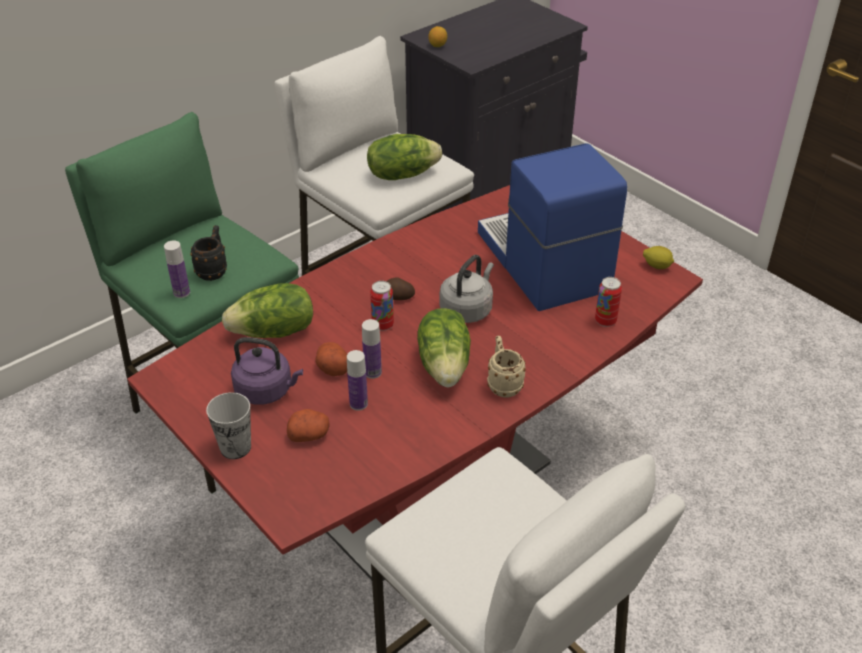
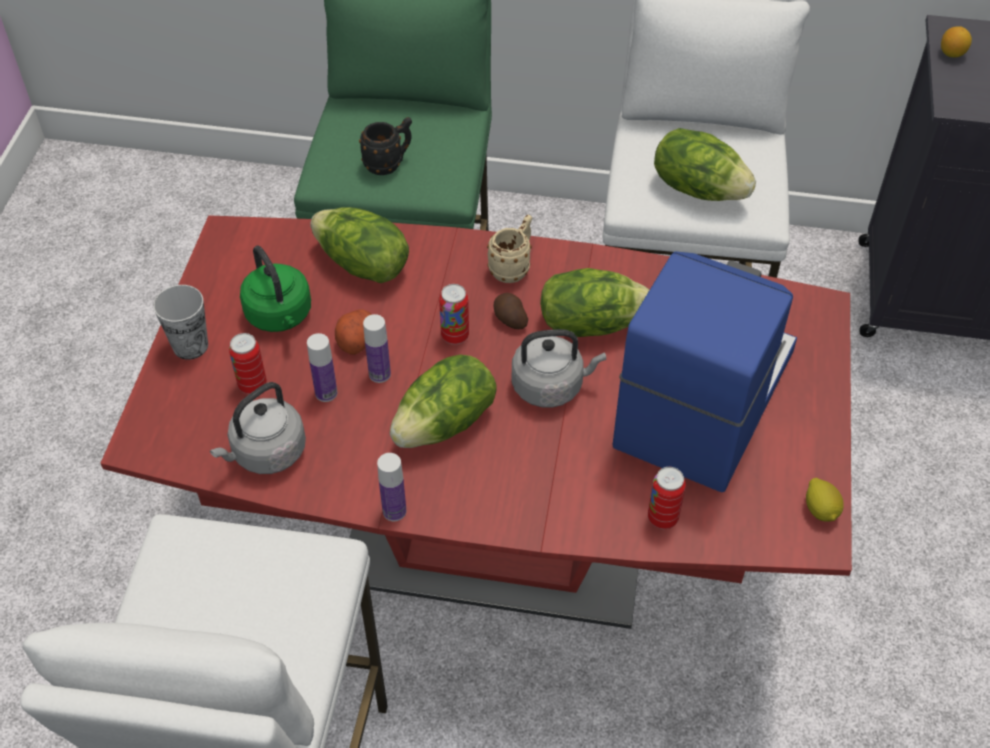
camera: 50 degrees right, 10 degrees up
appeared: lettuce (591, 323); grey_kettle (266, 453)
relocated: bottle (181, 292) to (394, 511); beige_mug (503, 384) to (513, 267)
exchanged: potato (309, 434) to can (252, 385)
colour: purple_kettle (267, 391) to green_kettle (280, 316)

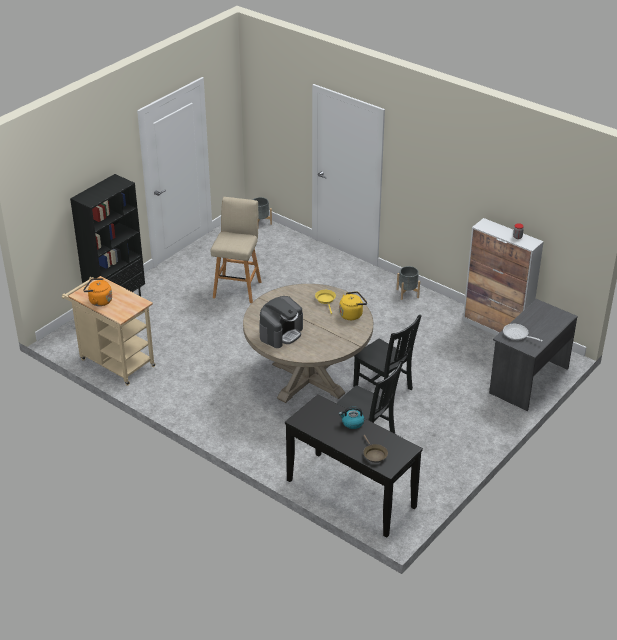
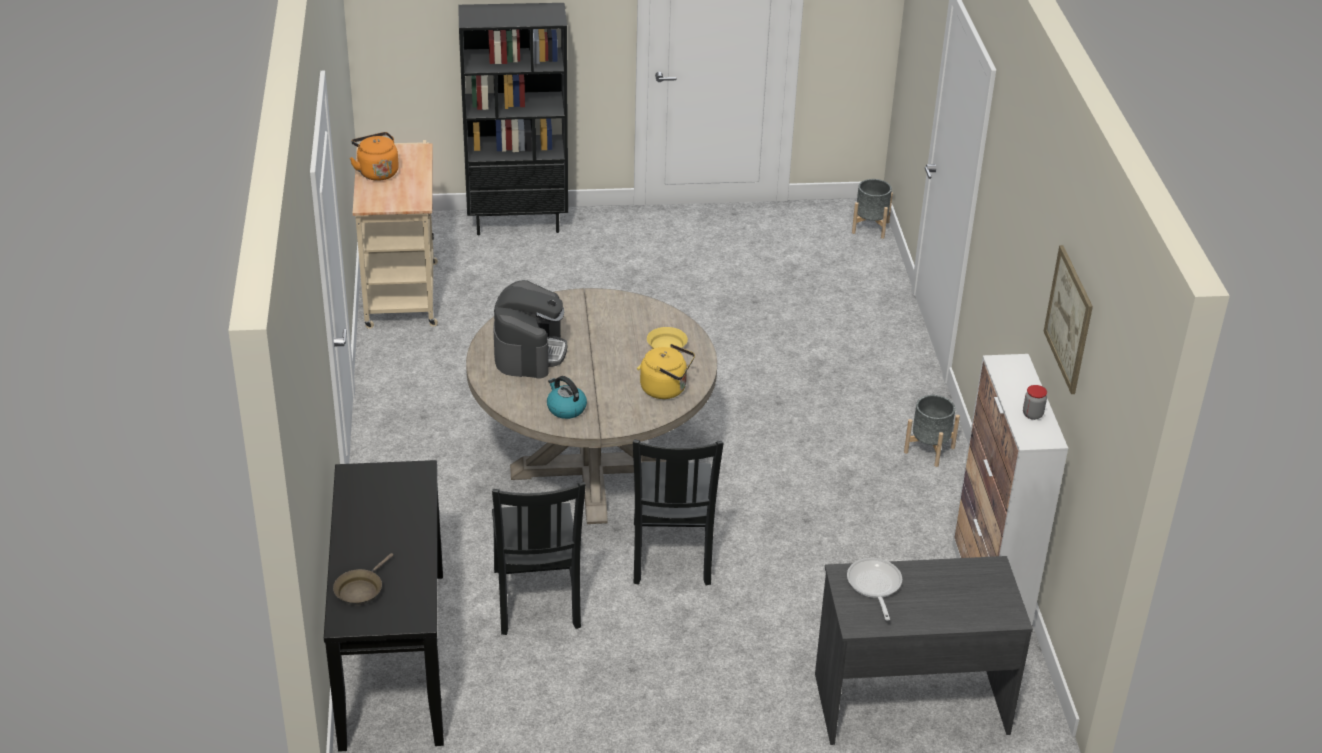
camera: 45 degrees right, 0 degrees up
missing: beige_stool (237, 288)
appeared: picture (1069, 319)
relocated: kettle (352, 423) to (565, 408)
spun: coffee_machine (281, 333) = (529, 351) 75 degrees counterclockwise

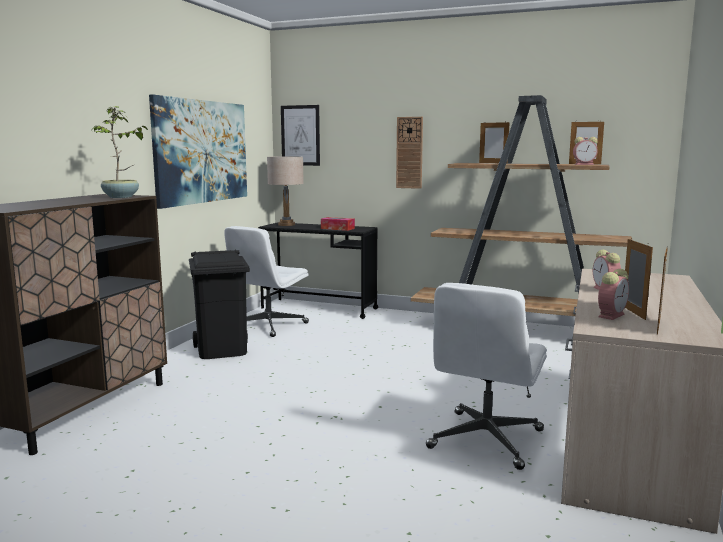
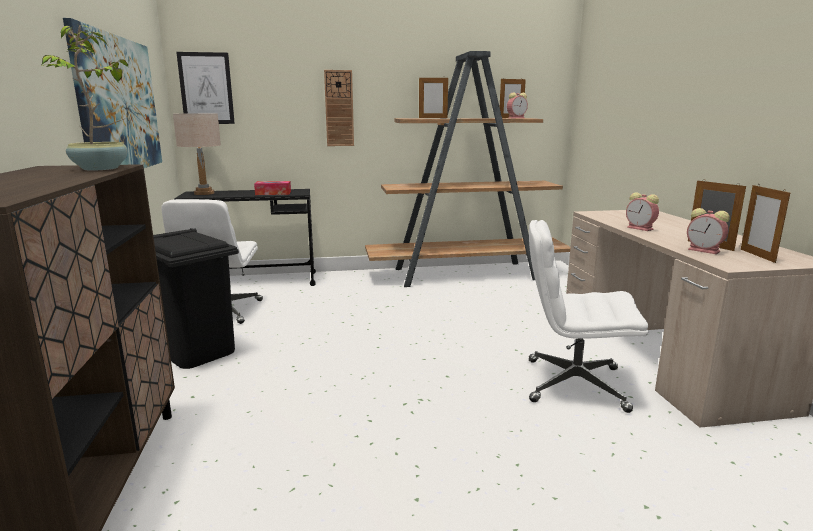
camera: 30 degrees left, 5 degrees up
spun: alarm_clock (611, 315) = (705, 250) 120 degrees clockwise; white_office_chair (486, 440) = (573, 384) 105 degrees clockwise

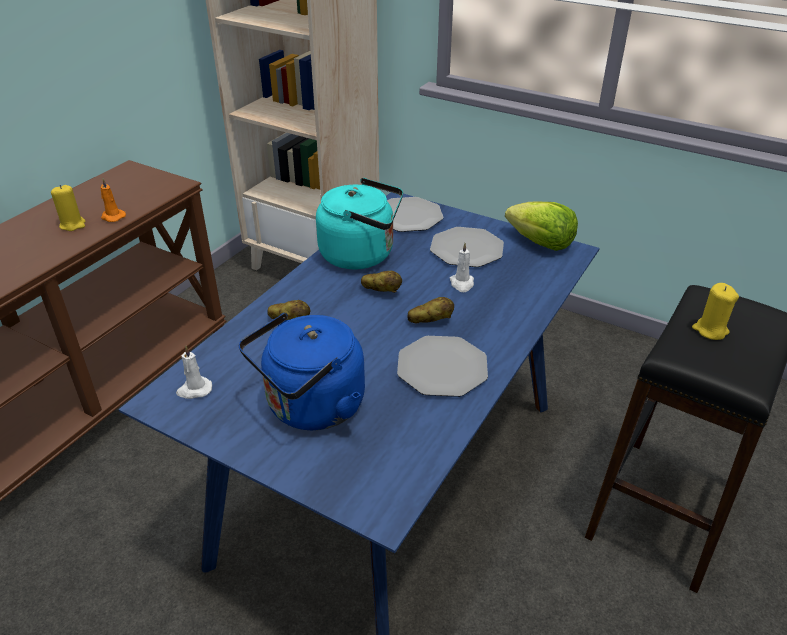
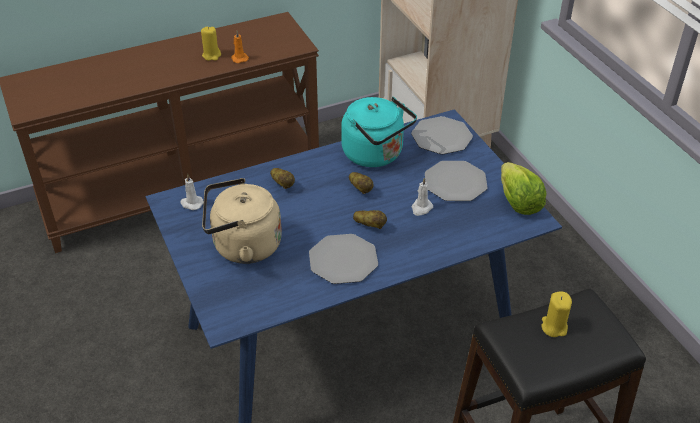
camera: 35 degrees right, 5 degrees up
colour: blue_kettle (311, 408) to beige_kettle (242, 246)

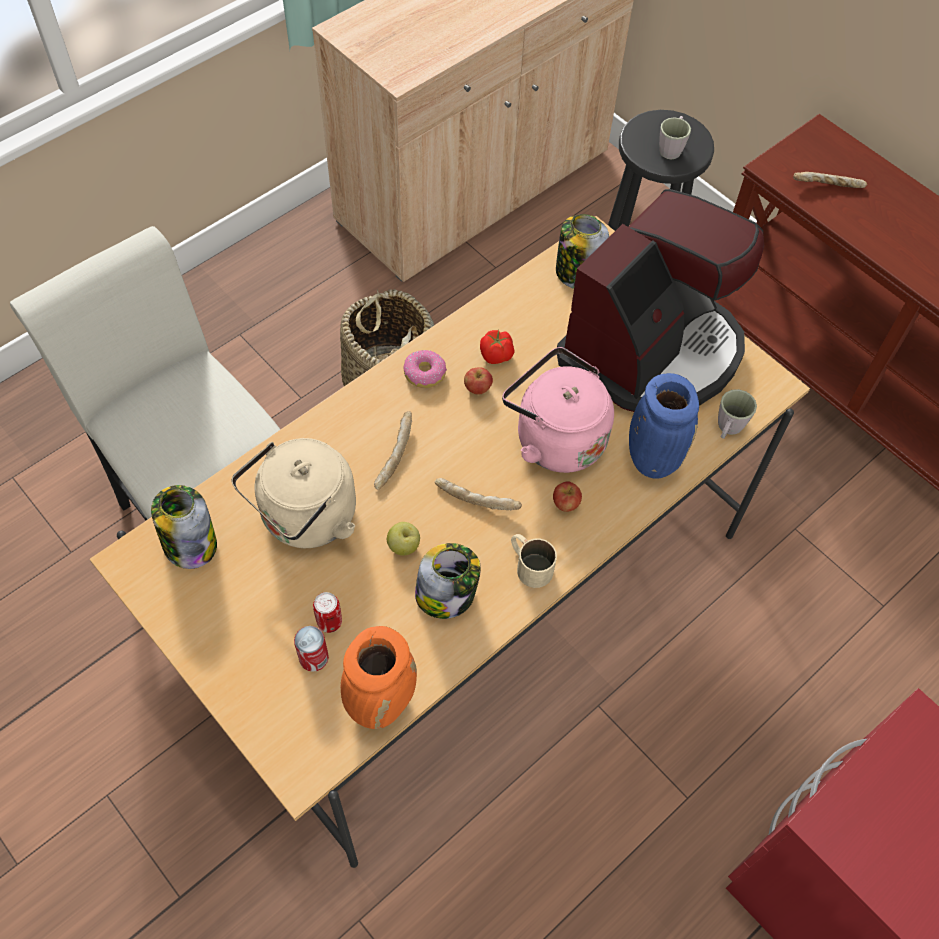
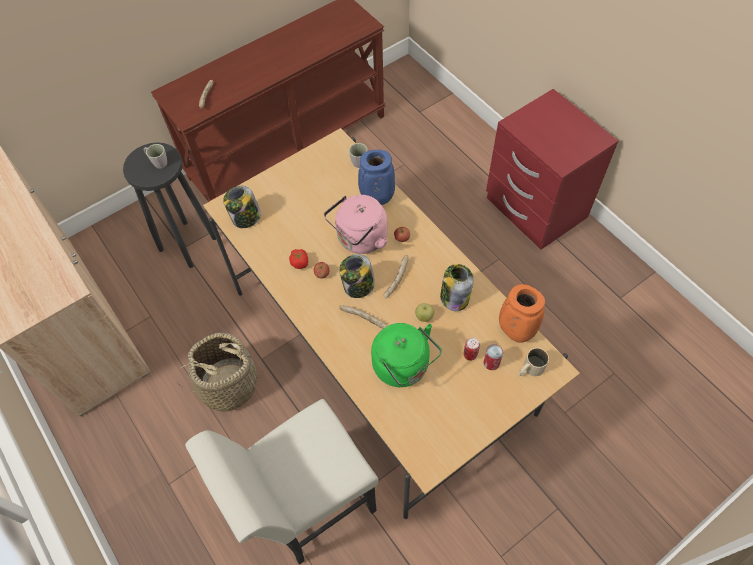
camera: 80 degrees left, 0 degrees up
missing: coffee_machine (652, 351); donut (425, 373)
relocated: jar (189, 544) to (358, 286); beige_mug (529, 564) to (530, 369)
colour: beige_kettle (305, 519) to green_kettle (404, 367)

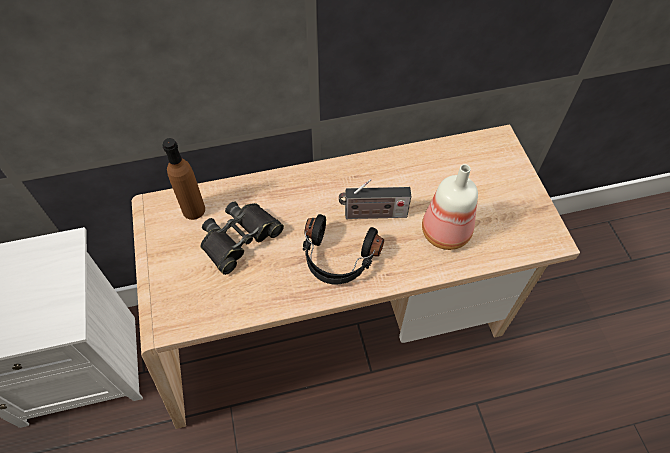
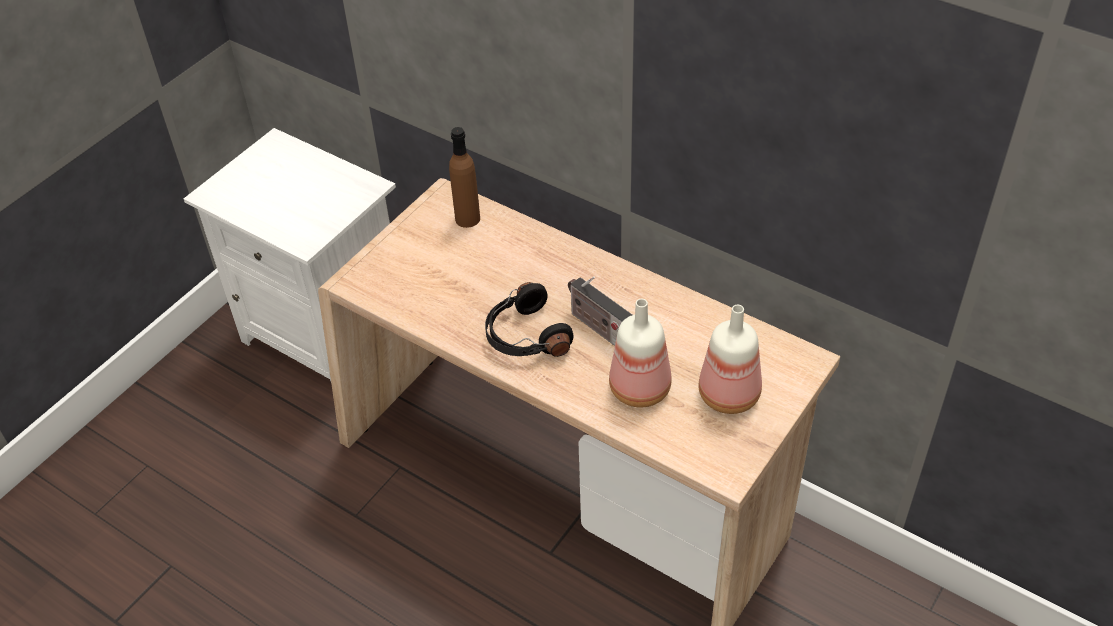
camera: 50 degrees right, 10 degrees down
missing: black_binoculars (239, 238)
appeared: bottle (730, 393)

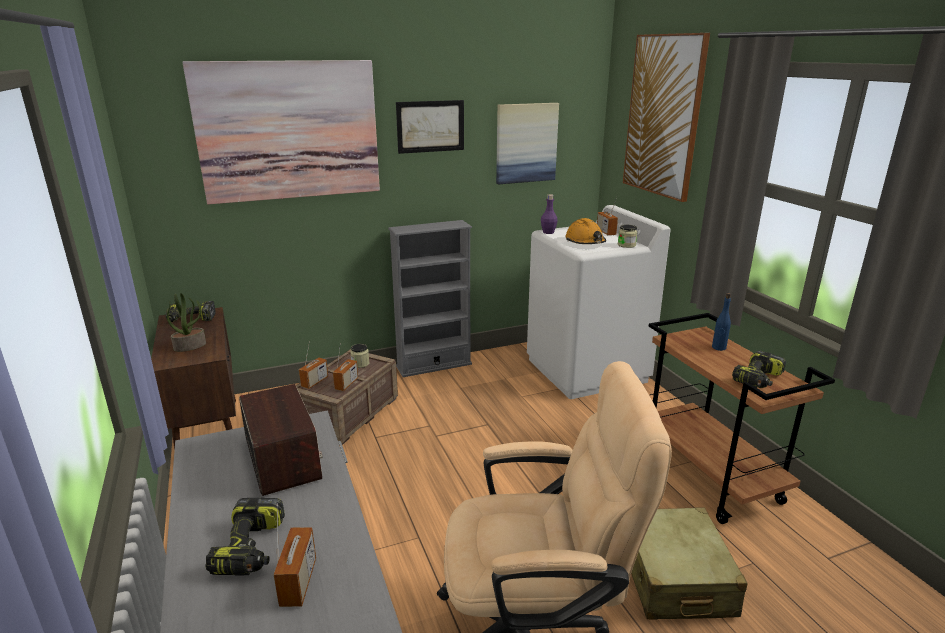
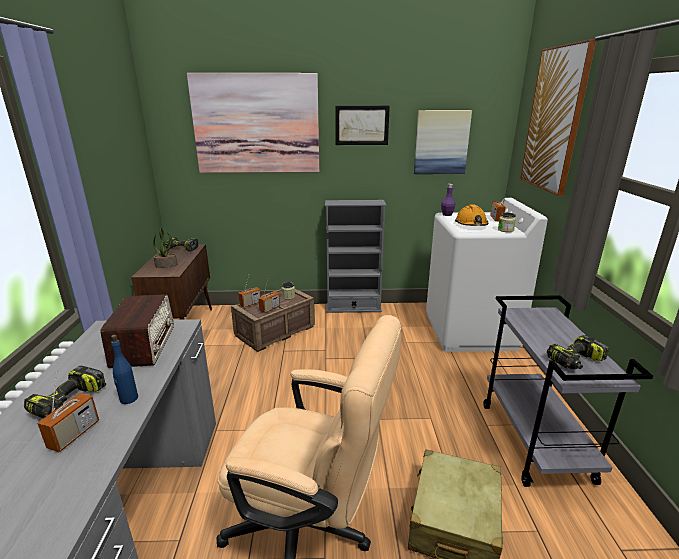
camera: 20 degrees right, 0 degrees up
relocated: blue_bottle (718, 347) to (128, 399)
colour: brown_cart (710, 477) to grey_cart (536, 442)

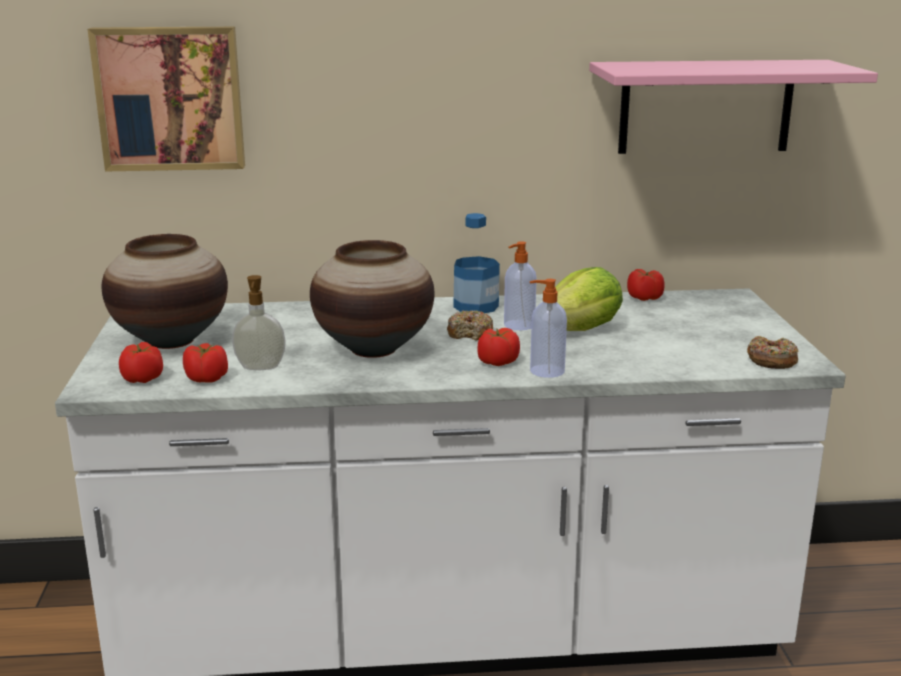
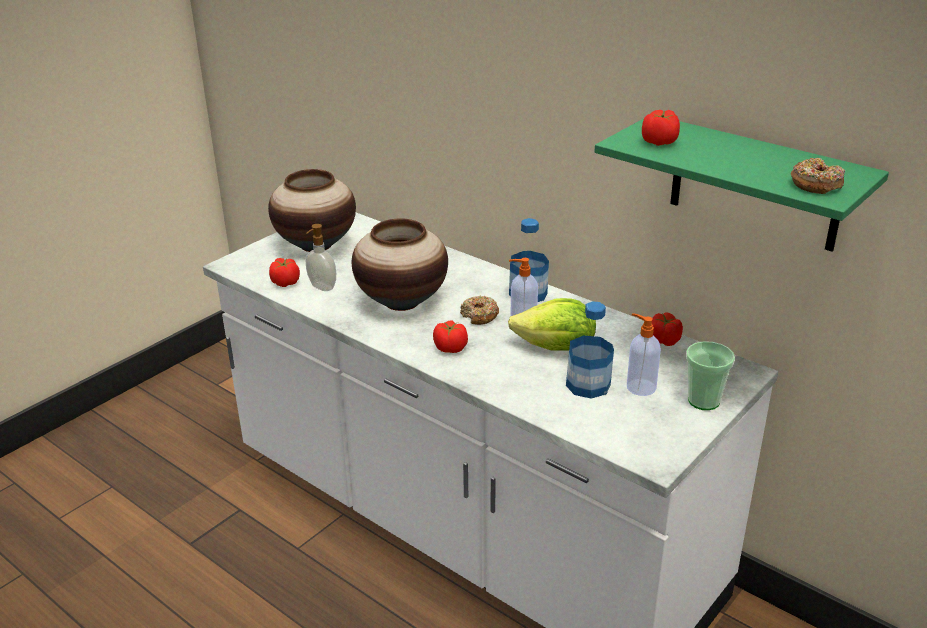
camera: 45 degrees right, 10 degrees up
missing: picture (170, 98)
appeared: bottle (588, 385); cup (703, 401)
relocated: soap_dispenser (545, 371) to (640, 387); donut (771, 360) to (815, 184); tomato (143, 378) to (659, 142)
colour: pink_shelf (706, 106) to green_shelf (755, 184)

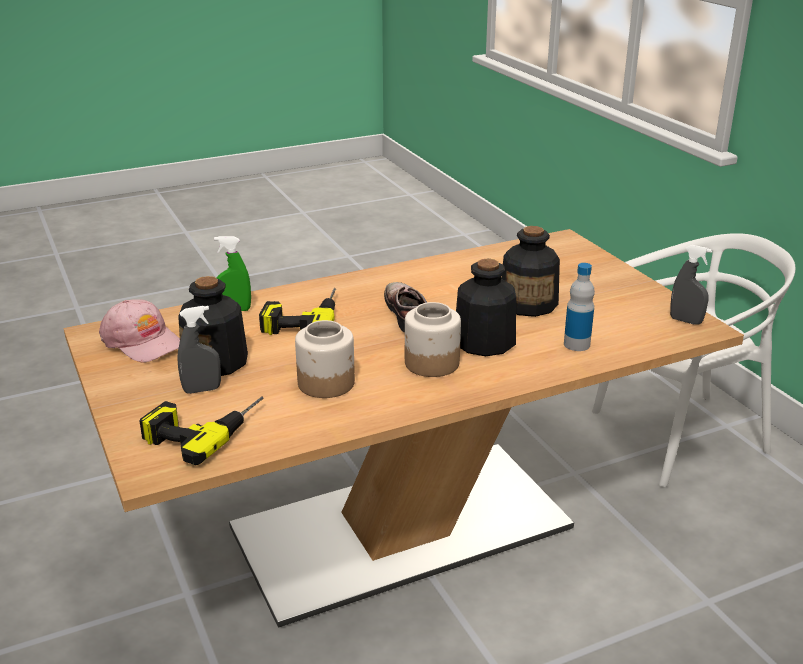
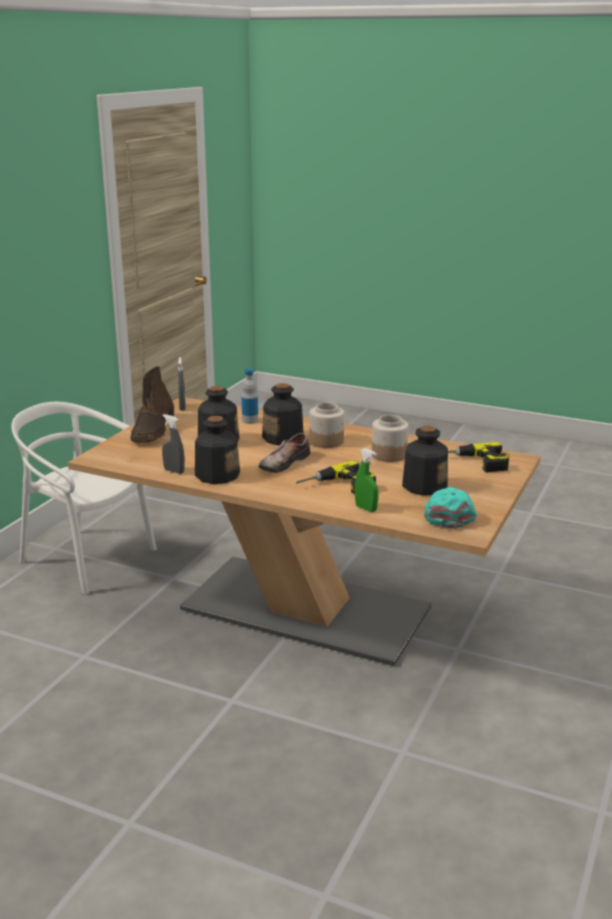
camera: 130 degrees left, 5 degrees down
appeared: brown_boot (153, 430); bottle (217, 475)
relocated: grey_spray_bottle (202, 390) to (174, 471)
colour: pink_cap (142, 341) to turquoise_cap (448, 515)

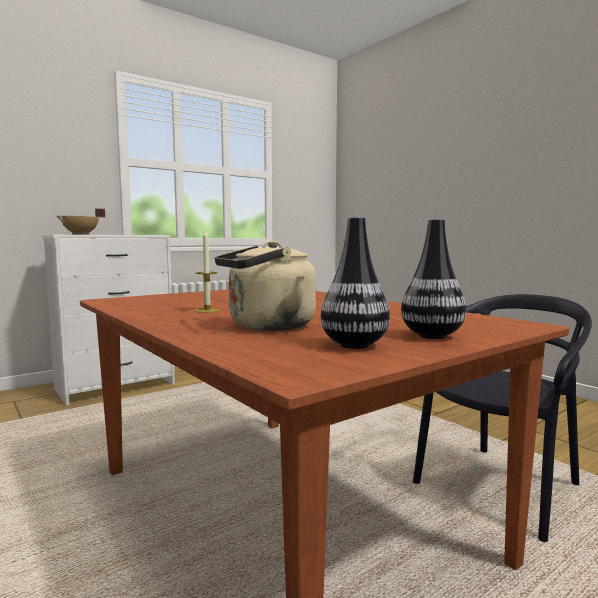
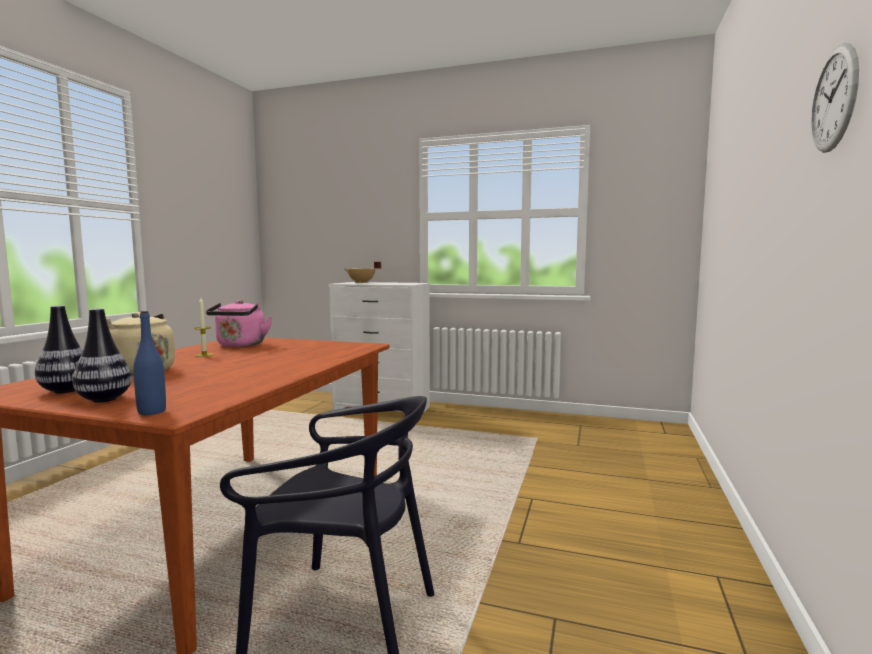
camera: 55 degrees right, 0 degrees up
appeared: wall_clock (834, 99); pink_kettle (240, 345); blue_bottle (152, 411)

